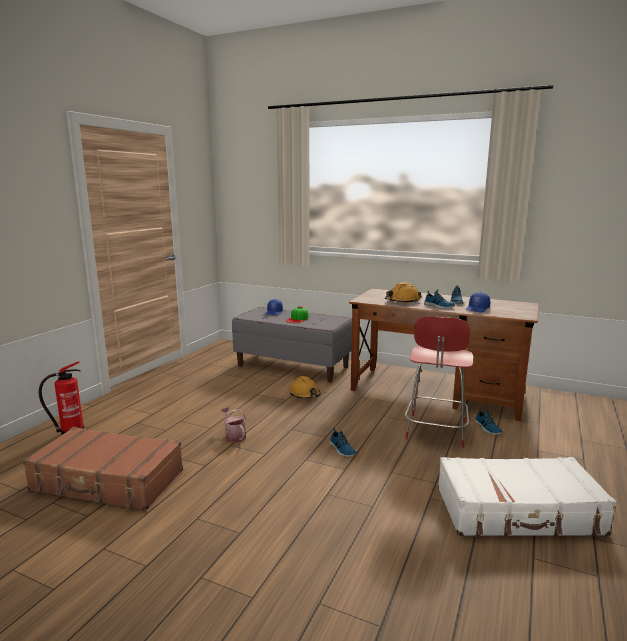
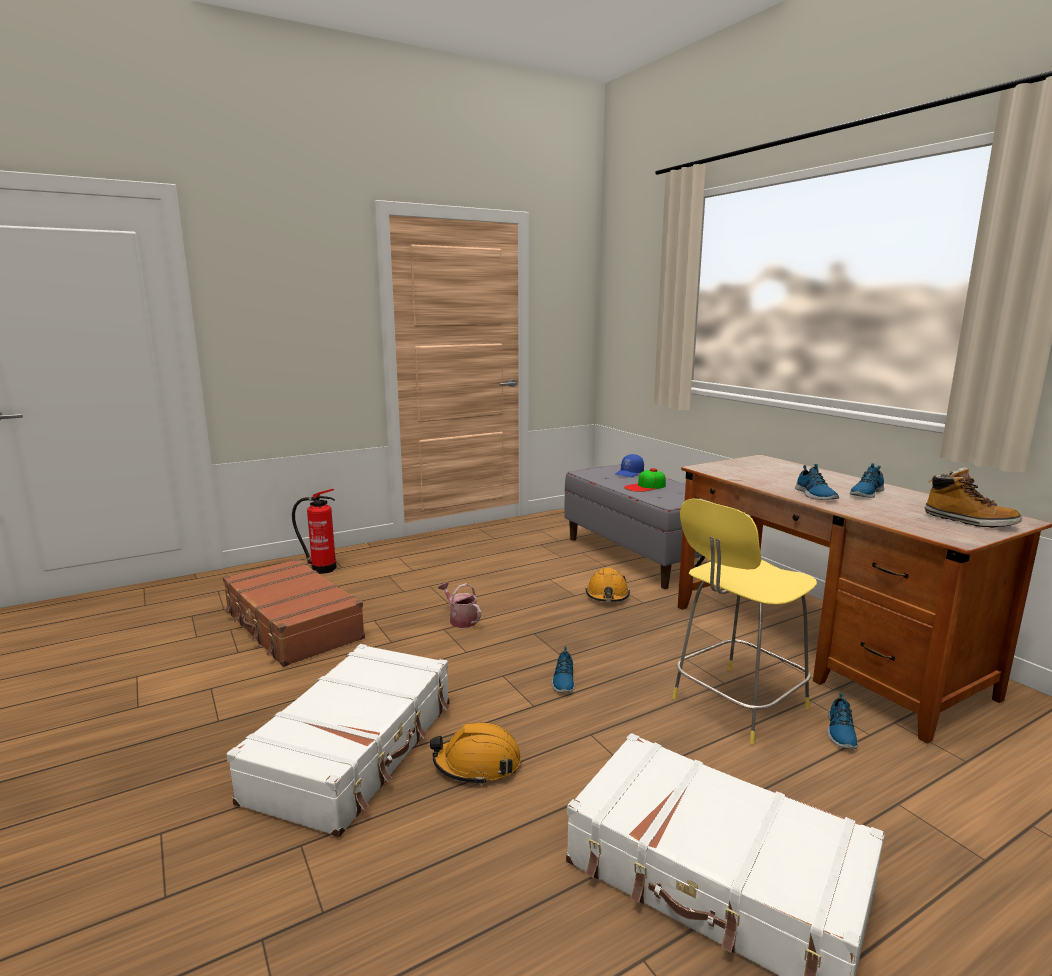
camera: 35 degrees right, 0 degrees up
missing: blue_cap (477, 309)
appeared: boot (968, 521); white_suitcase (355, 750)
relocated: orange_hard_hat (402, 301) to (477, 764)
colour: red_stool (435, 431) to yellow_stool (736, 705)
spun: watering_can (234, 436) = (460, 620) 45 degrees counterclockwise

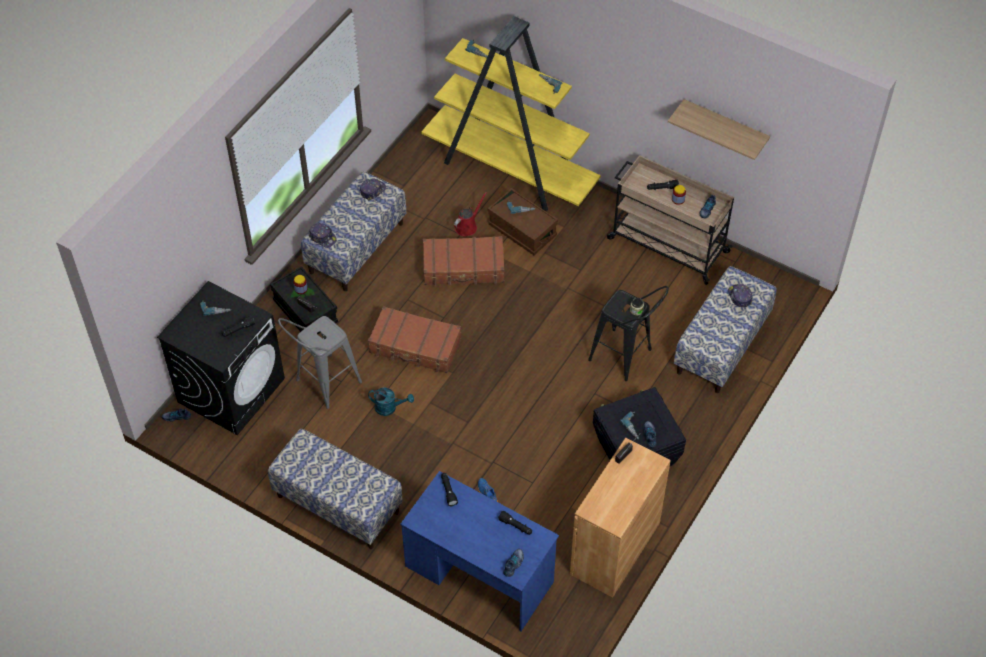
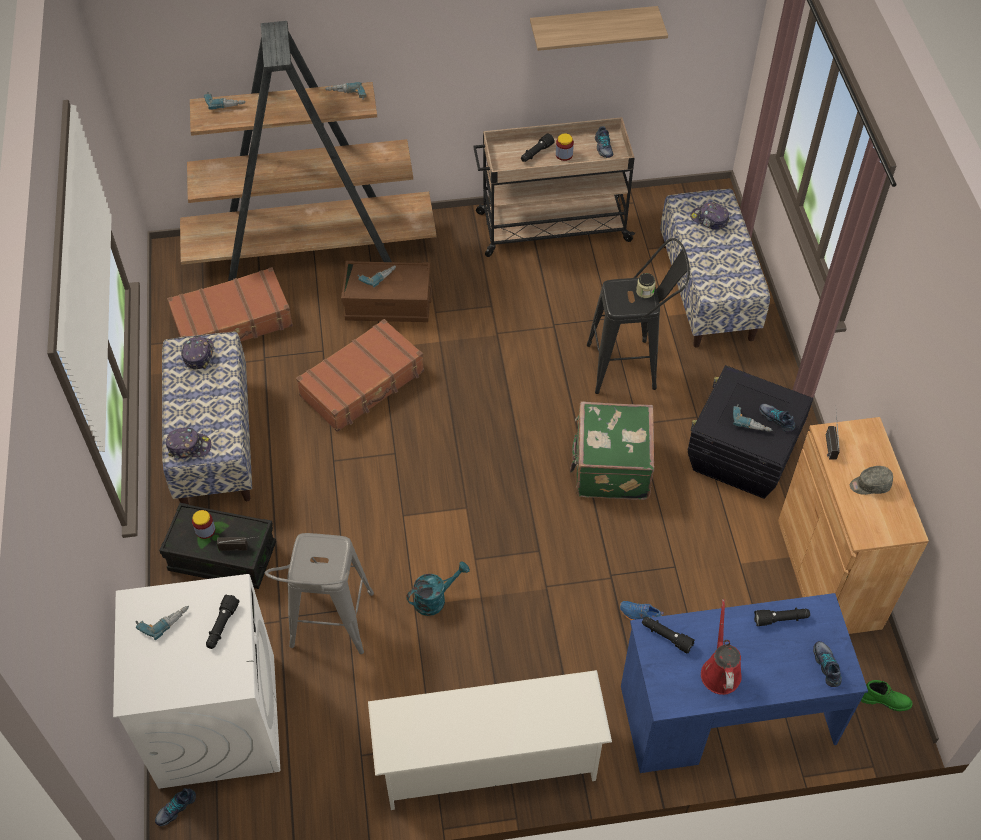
camera: 40 degrees left, 0 degrees up
appeared: green_suitcase (610, 467); grey_cap (869, 485); green_boot (884, 700)
relocated: red_watering_can (467, 226) to (720, 670); brown_suitcase (415, 346) to (233, 322)
exchanged: bench (337, 504) to white_shoe_rack (488, 761)
colour: yellow_bookcase (510, 170) to brown_bookcase (312, 250); black_washing_machine (231, 390) to white_washing_machine (217, 719)

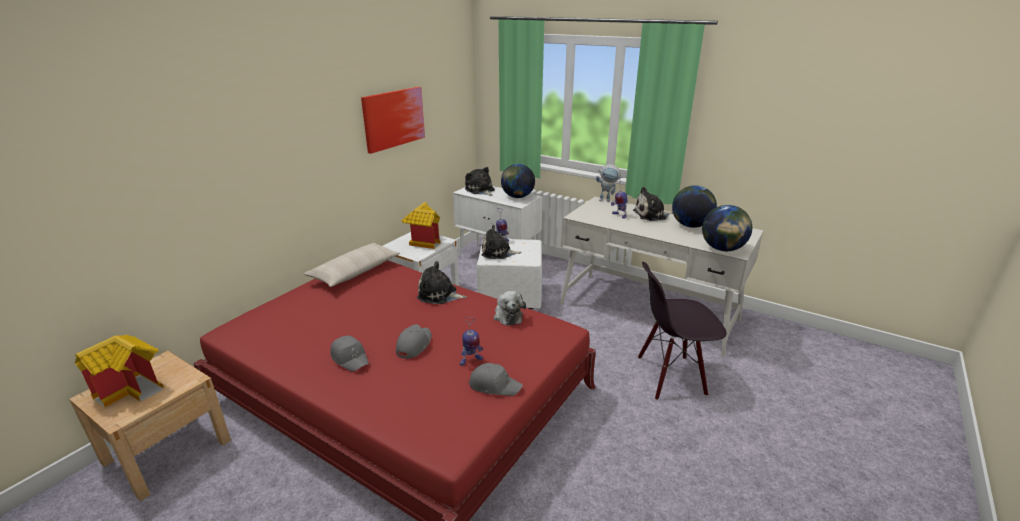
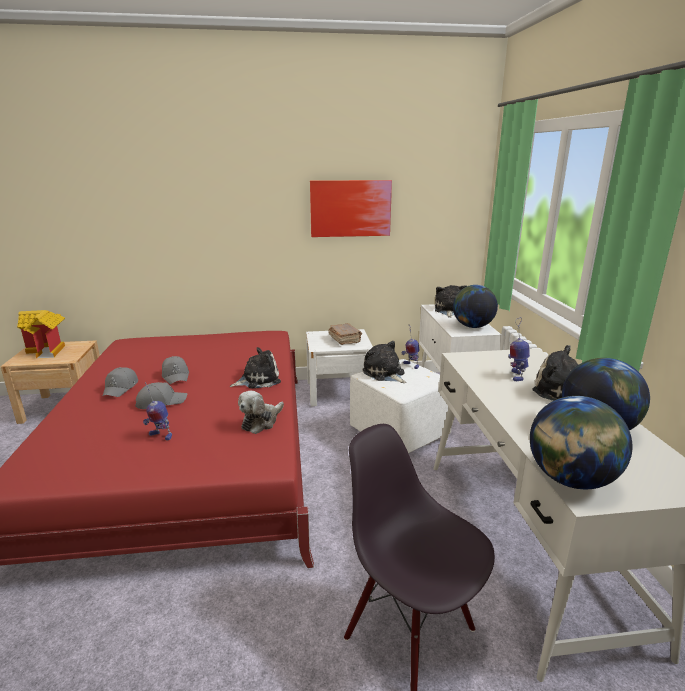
camera: 50 degrees right, 5 degrees down
missing: toy_robot (607, 200); beige_pillow (355, 272)
relocated: grey_cap (494, 385) to (176, 375)
exchanged: toy_house (423, 242) to brown_book (344, 340)
spun: plush_toy (439, 295) = (258, 380) 90 degrees clockwise

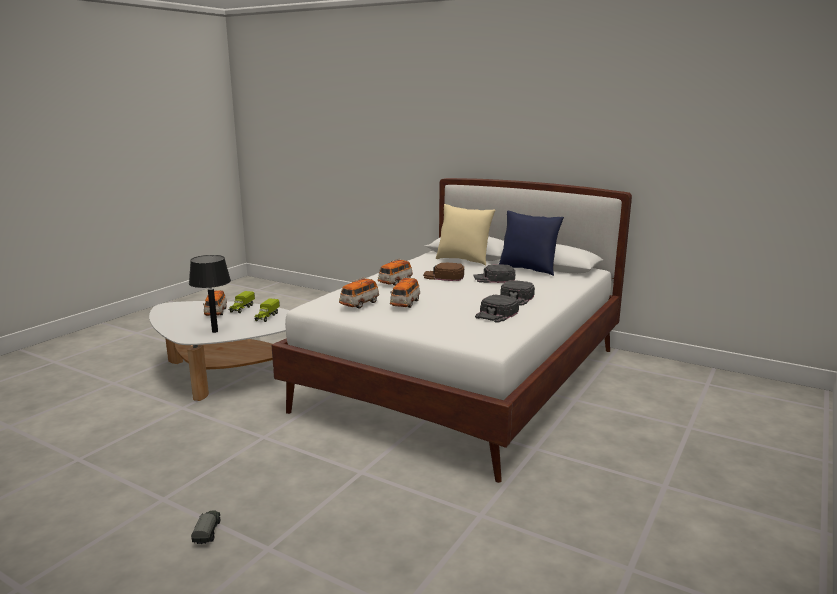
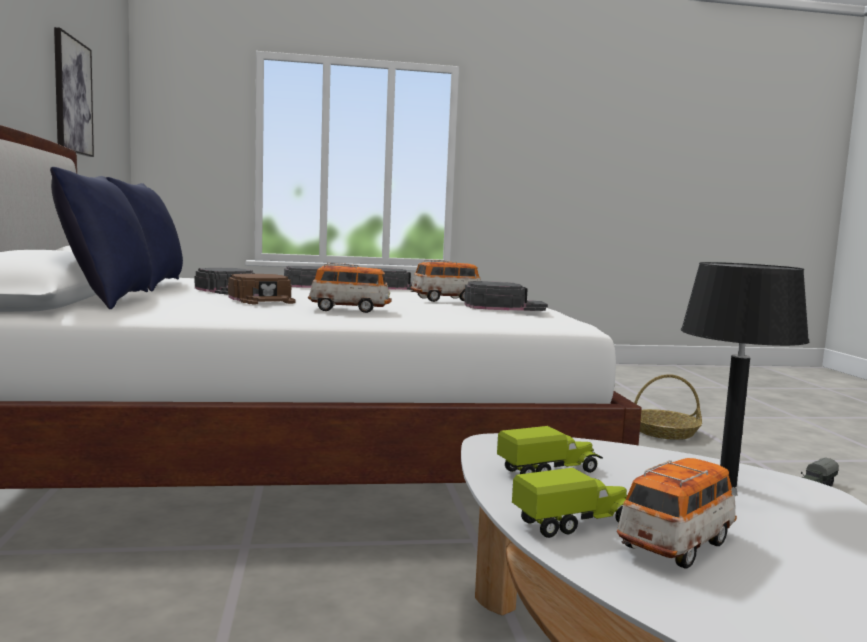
camera: 130 degrees left, 10 degrees down
appeared: picture (72, 96); basket (664, 432)
exchanged: toy_car (359, 304) to black_cap (504, 306)
colour: beige_pillow (463, 260) to blue_pillow (107, 300)

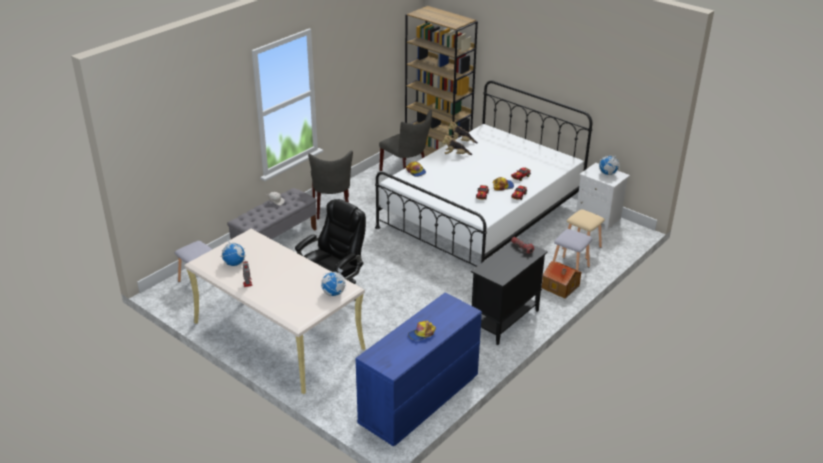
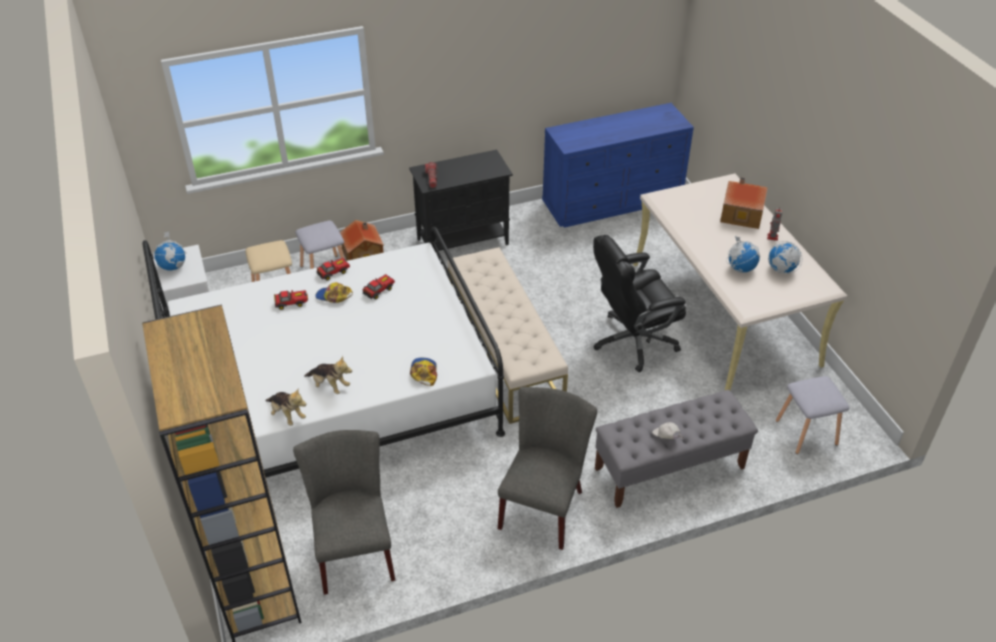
camera: 150 degrees left, 10 degrees up
missing: cap (422, 334)
appeared: toy_house (741, 213); beige_bench (504, 351)
relocated: globe (334, 293) to (740, 268)

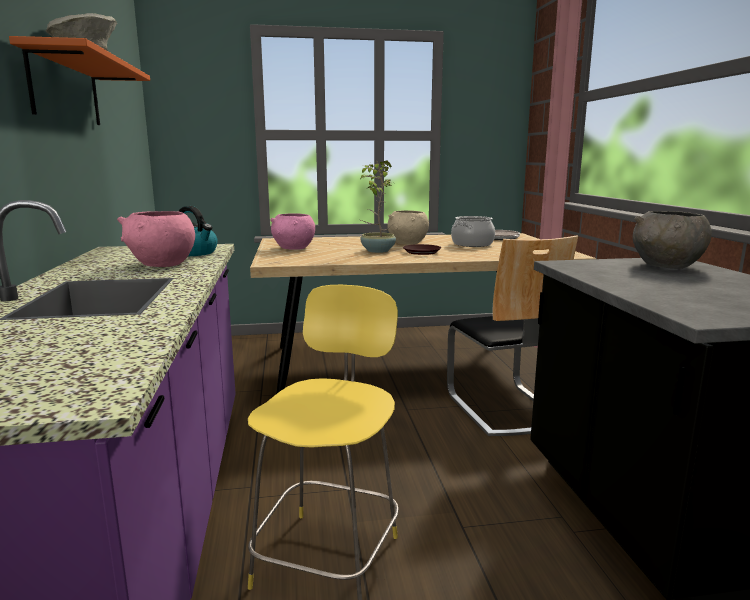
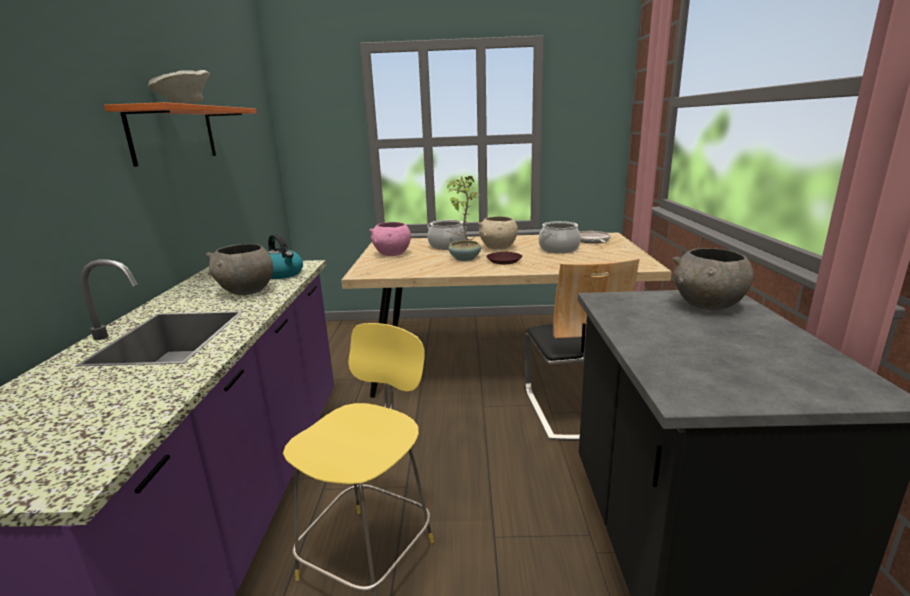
camera: 10 degrees right, 5 degrees up
appeared: cooking_pot (447, 246)
colour: pink_bowl (162, 265) to grey_bowl (246, 291)

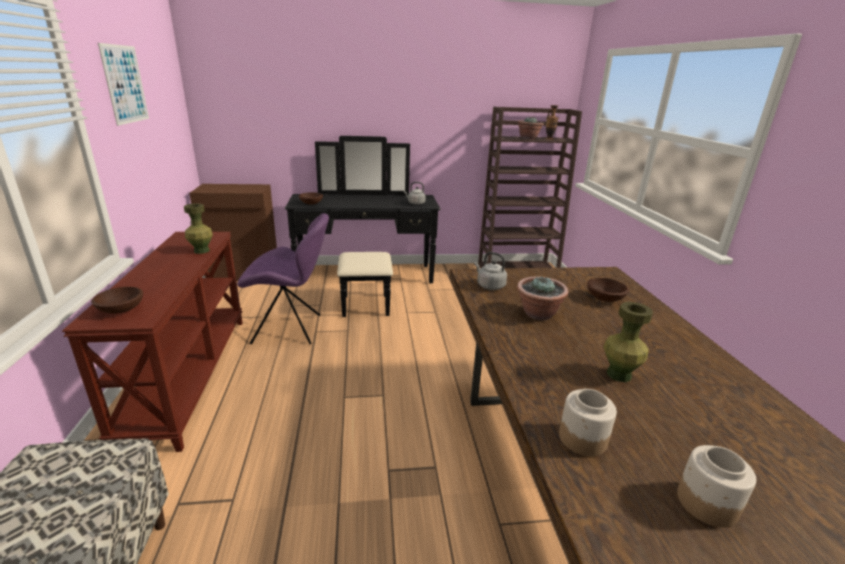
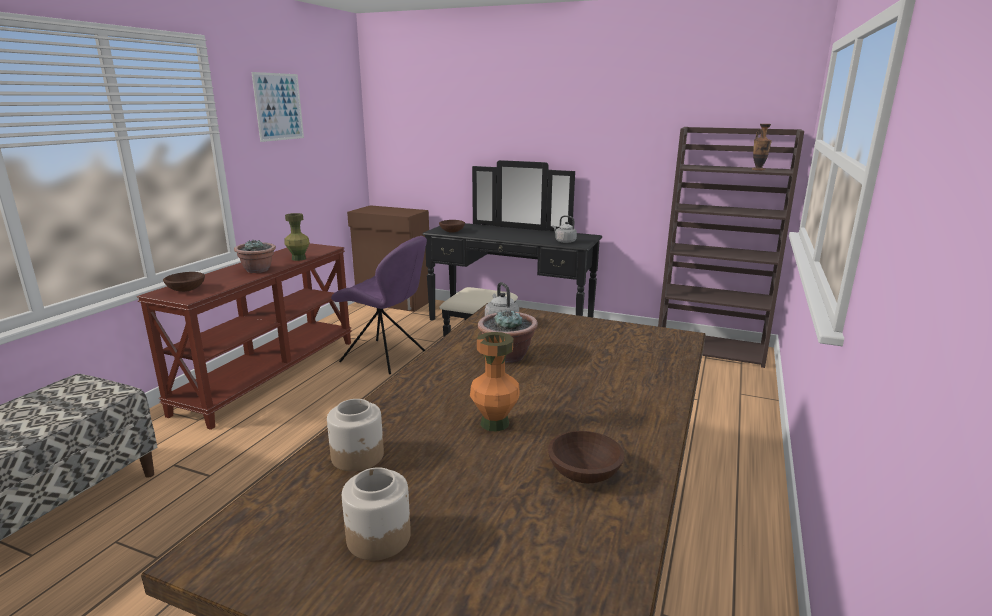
camera: 30 degrees right, 5 degrees down
relocated: potted_plant (528, 138) to (258, 270); brown_bowl (605, 298) to (584, 474)
colour: green_vase (619, 374) to orange_vase (495, 423)

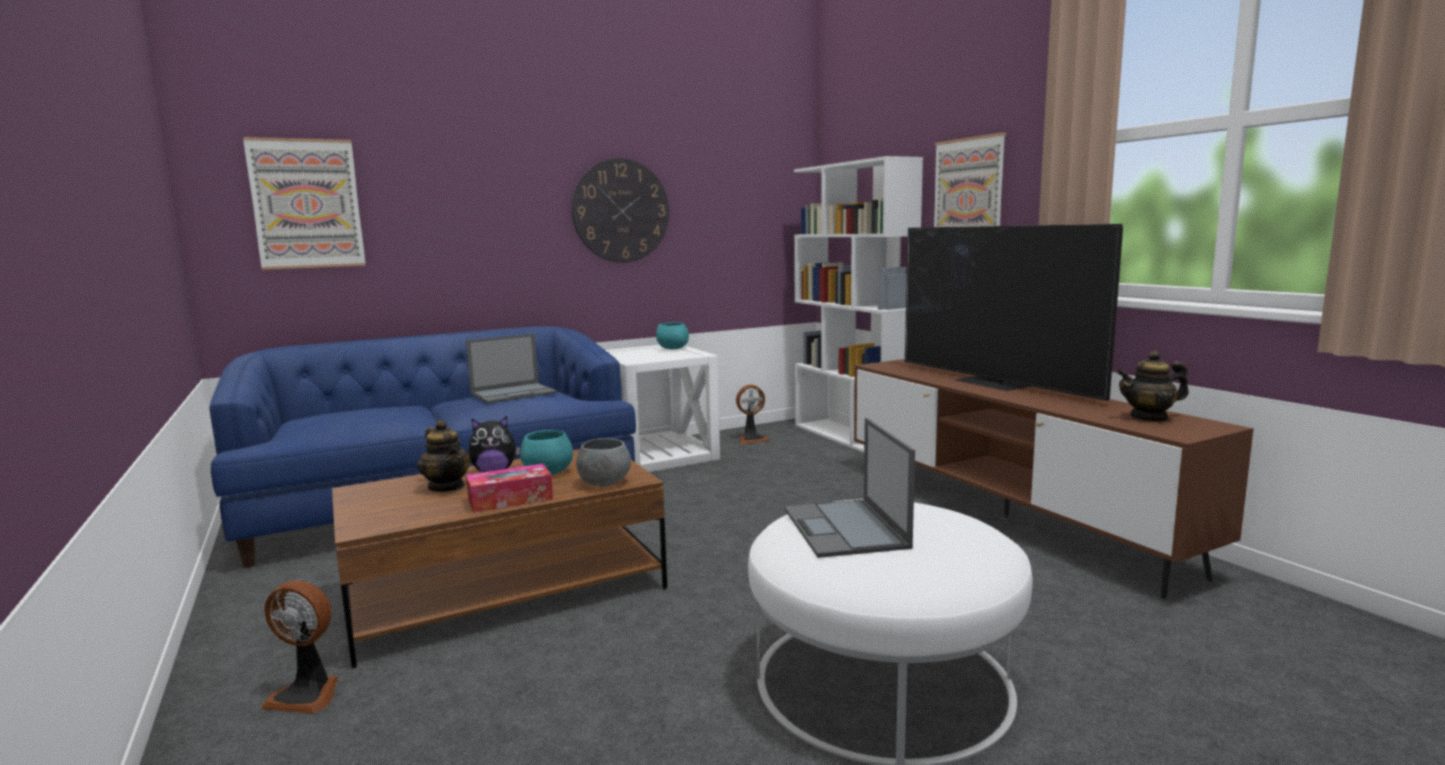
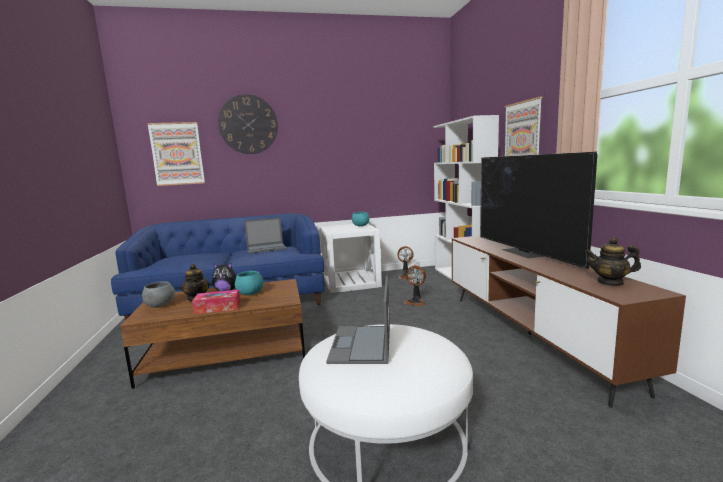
camera: 15 degrees right, 0 degrees up
relocated: wall_clock (621, 211) to (248, 124); grey_bowl (604, 483) to (160, 305); fan (307, 694) to (416, 302)

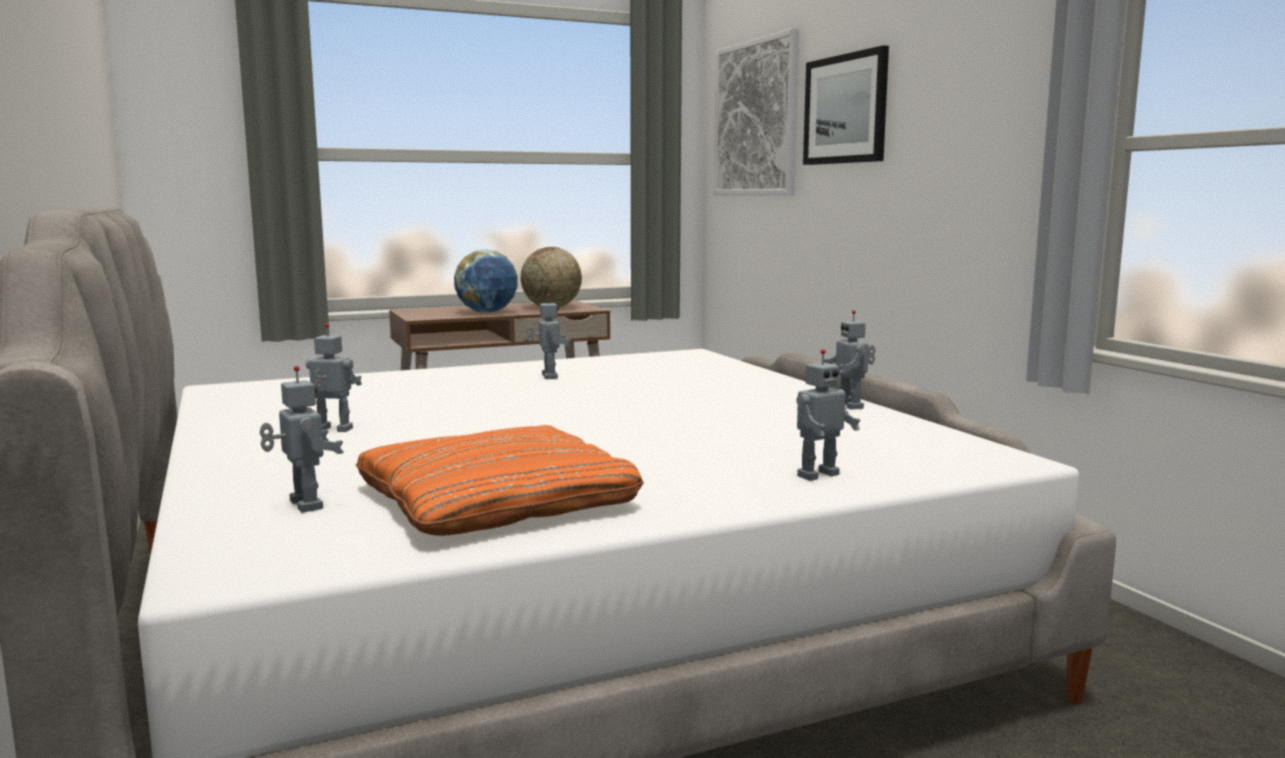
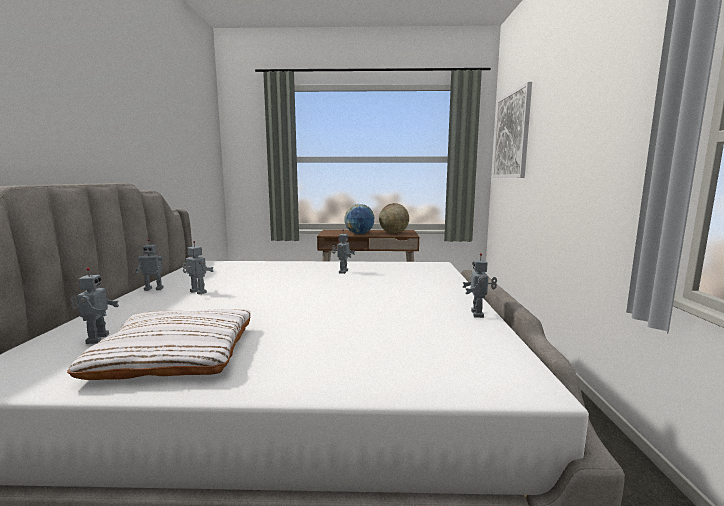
camera: 25 degrees right, 0 degrees up
missing: picture (845, 109)
relocated: toy_robot (816, 475) to (154, 289)
colour: orange_pillow (495, 498) to white_pillow (175, 352)

